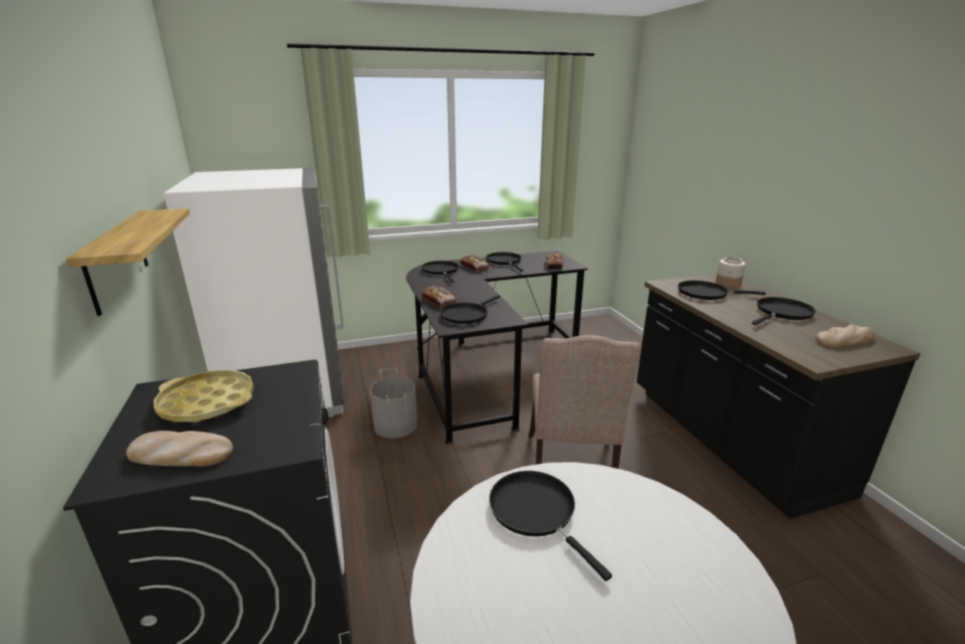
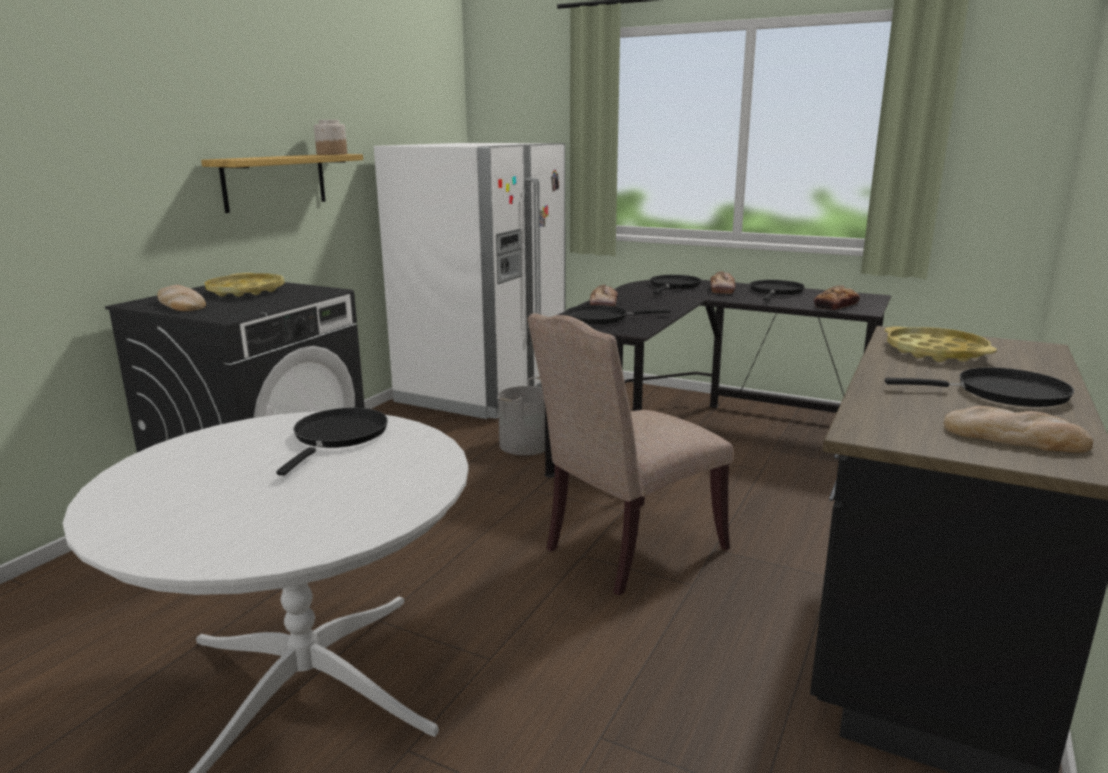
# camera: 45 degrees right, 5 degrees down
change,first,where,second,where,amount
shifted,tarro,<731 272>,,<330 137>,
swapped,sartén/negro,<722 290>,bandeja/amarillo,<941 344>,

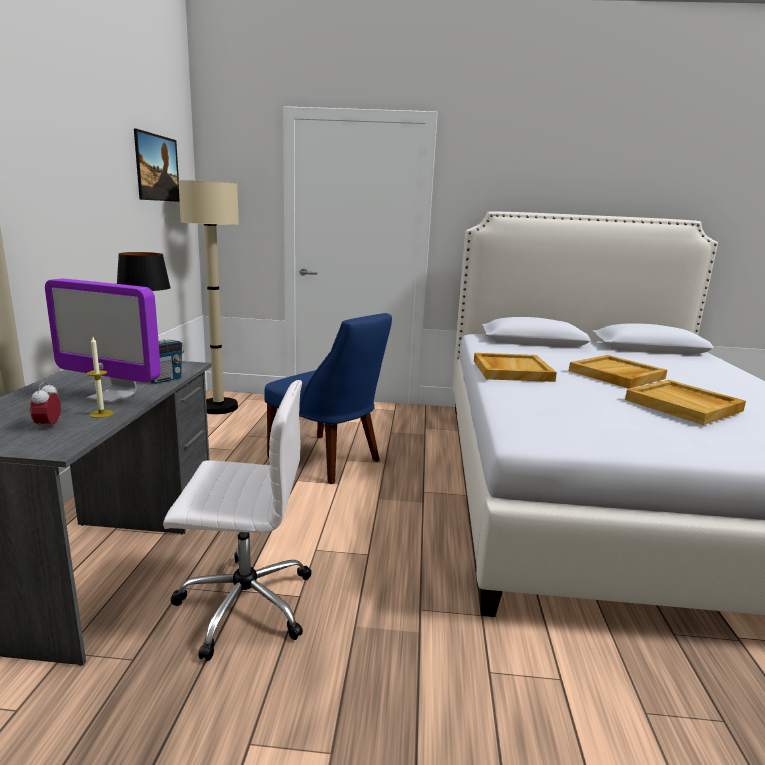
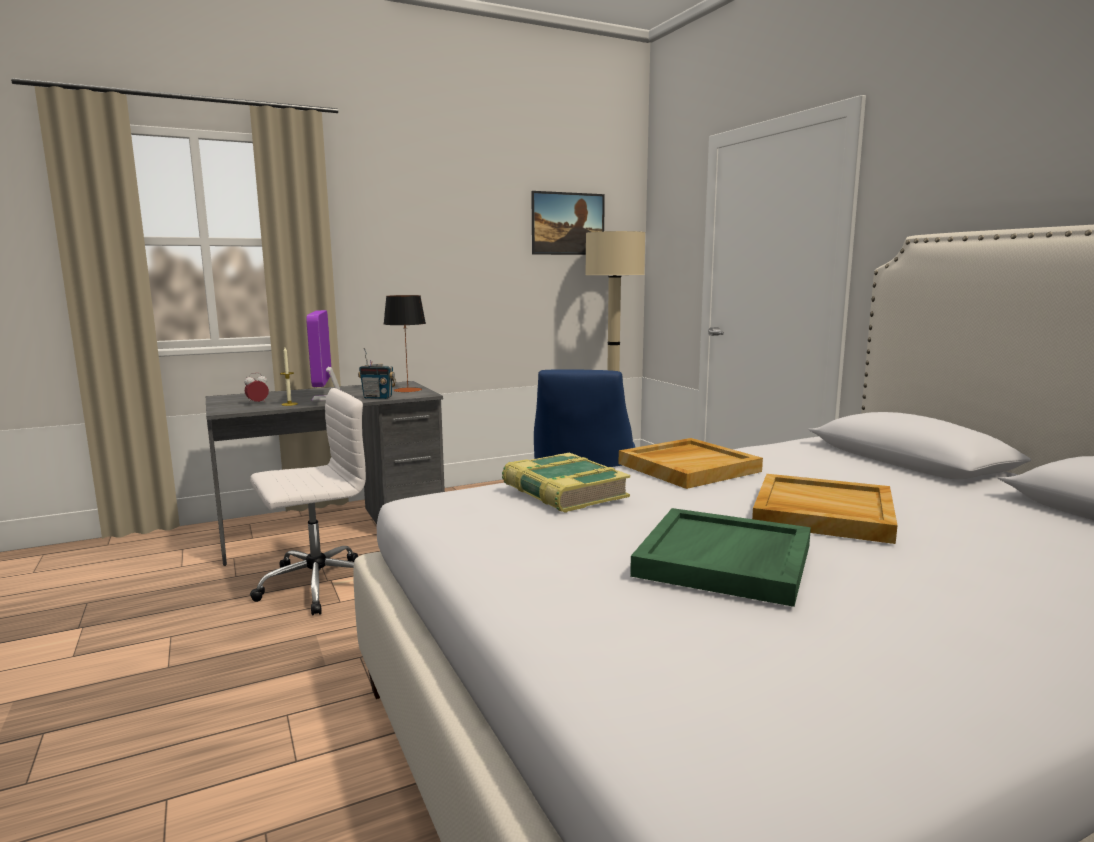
# camera: 60 degrees right, 5 degrees down
change,first,where,second,where,amount
new,,,libro,<566 483>,
repainted,bandeja/beis,<685 402>,bandeja/verde,<720 557>,
rotated,silla de oficina/blanco,<237 520>,,<308 501>,90 degrees counterclockwise

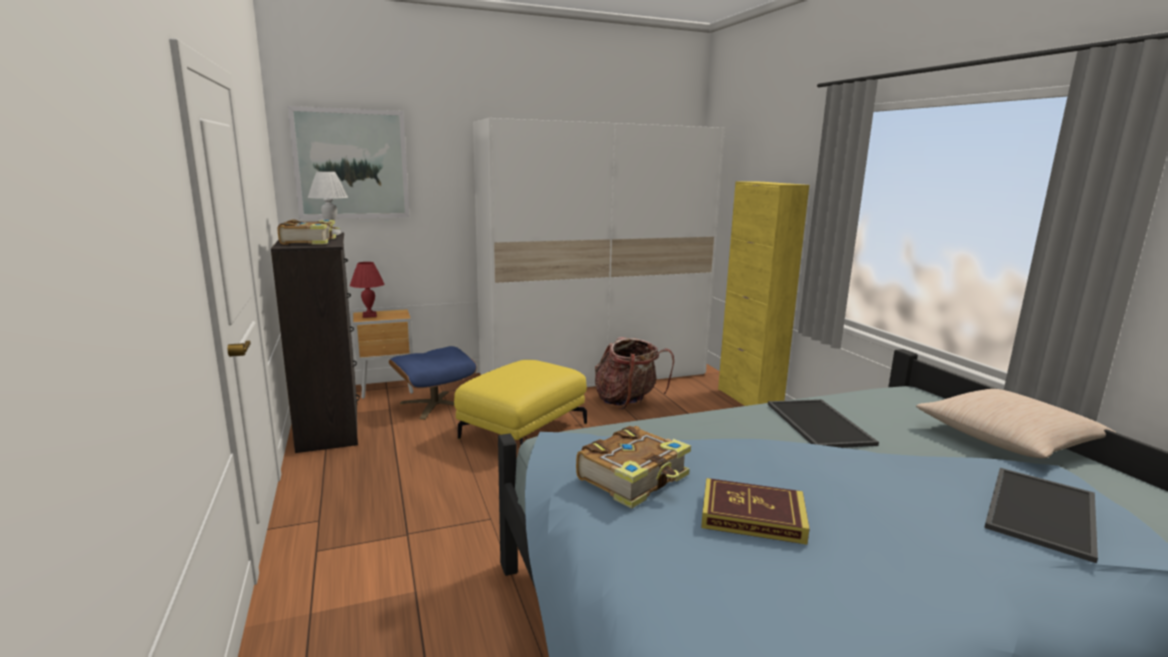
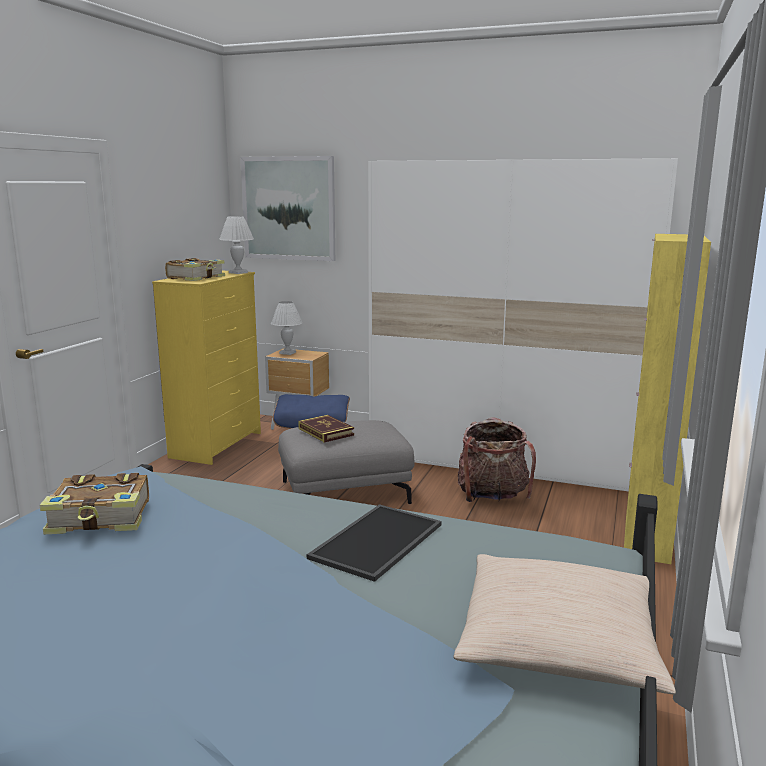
# camera: 40 degrees right, 0 degrees up
change,first,where,second,where,amount
gone,bandeja,<1041 515>,,,
shifted,libro,<755 511>,,<326 429>,
repainted,cómoda/negro,<315 342>,cómoda/amarillo,<206 368>,
repainted,lámpara de mesa/rojo,<367 290>,lámpara de mesa/blanco,<286 328>,
repainted,puf/amarillo,<520 402>,puf/gris,<346 462>,

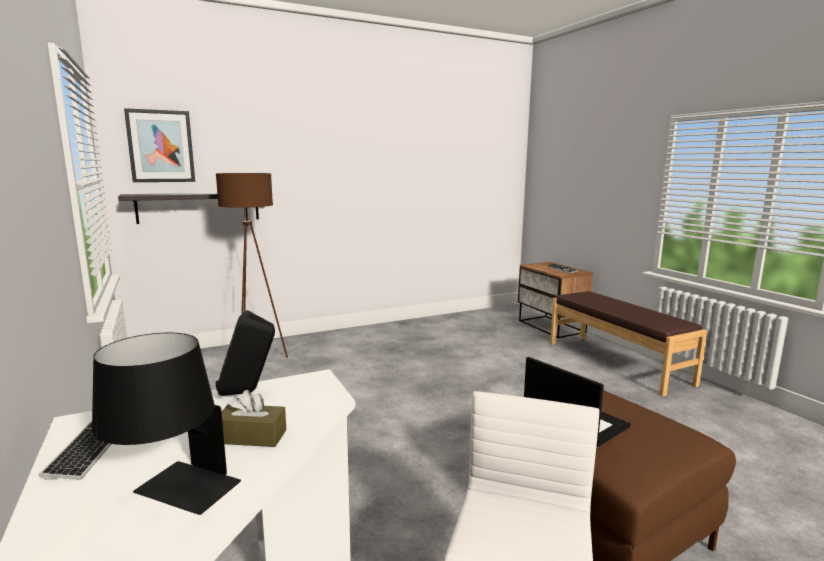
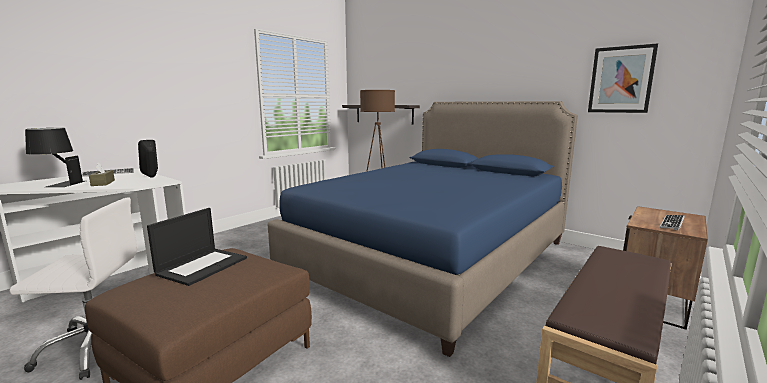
# camera: 65 degrees right, 0 degrees up
change,first,where,second,where,amount
new,,,cama/azul,<423 229>,
shifted,cuadro,<159 145>,,<623 78>,

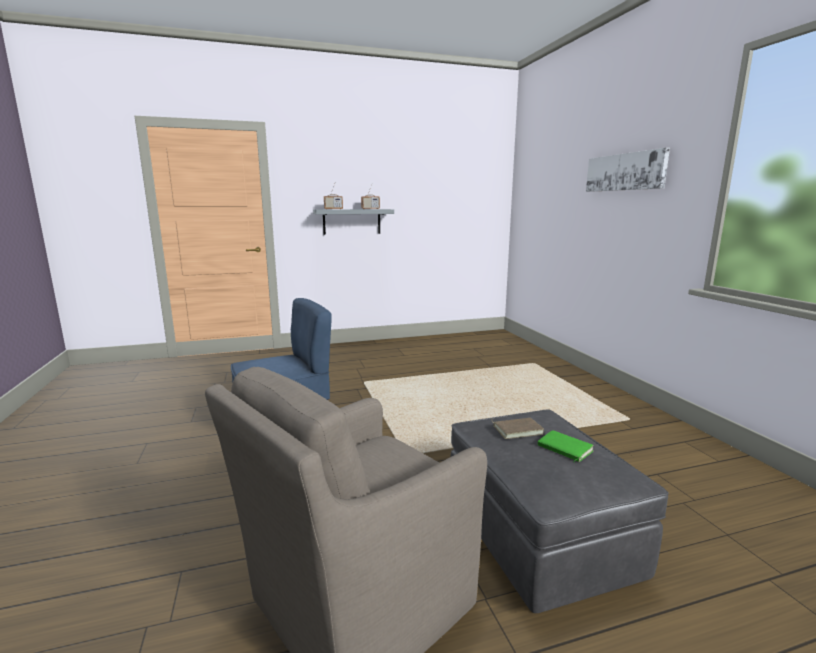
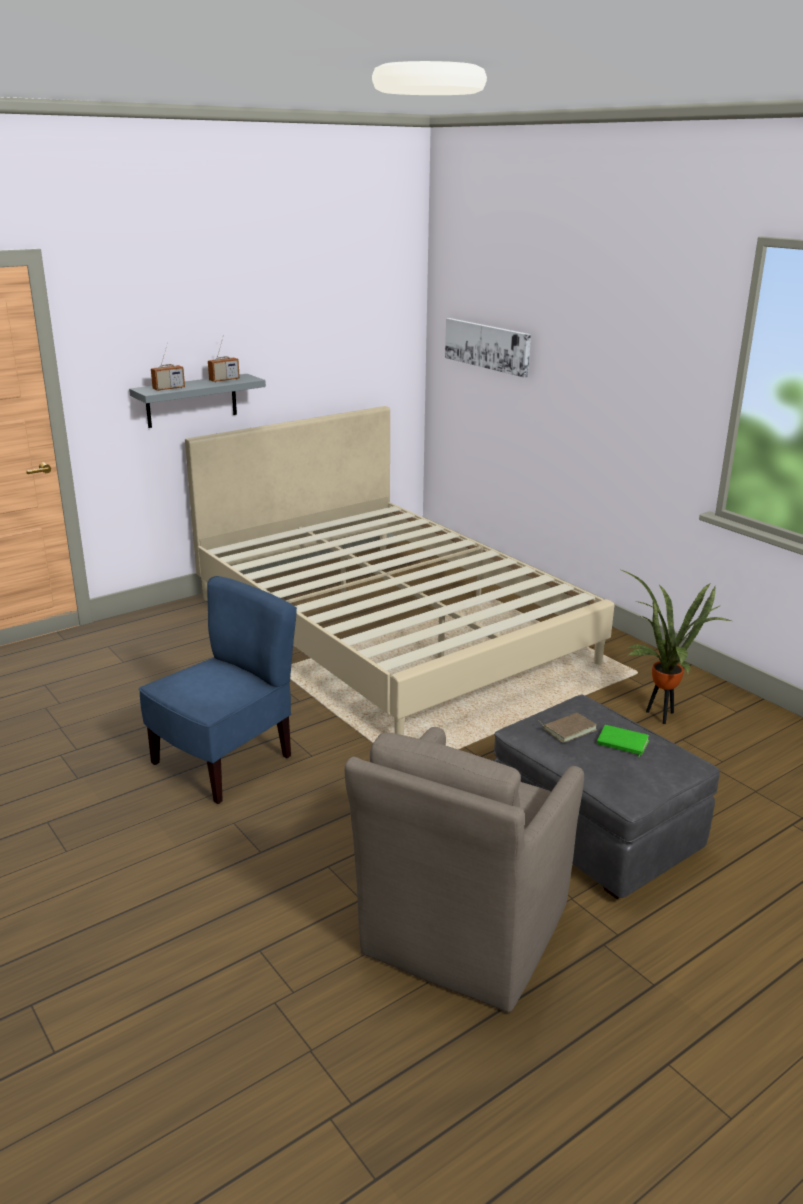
# camera: 20 degrees left, 10 degrees up
change,first,where,second,where,amount
new,,,cama/beis,<399 570>,
new,,,planta en maceta,<676 646>,
shifted,cuadro,<628 170>,,<488 348>,

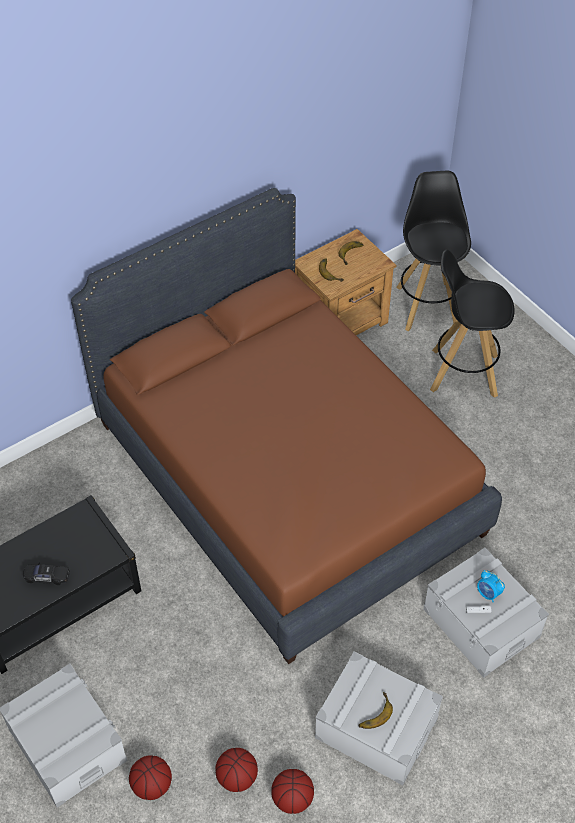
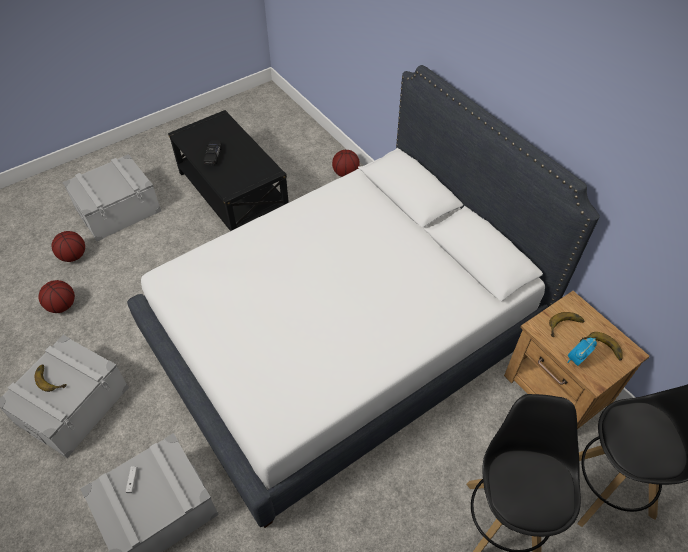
# camera: 90 degrees right, 0 degrees up
change,first,where,second,where,amount
shifted,balón de baloncesto,<292 791>,,<346 163>,
shifted,despertador,<491 586>,,<582 352>,
repainted,cama/marrón,<286 426>,cama/blanco,<363 296>,

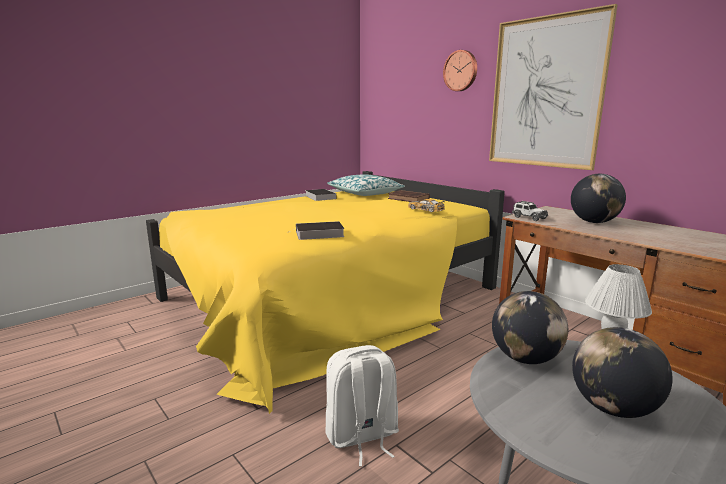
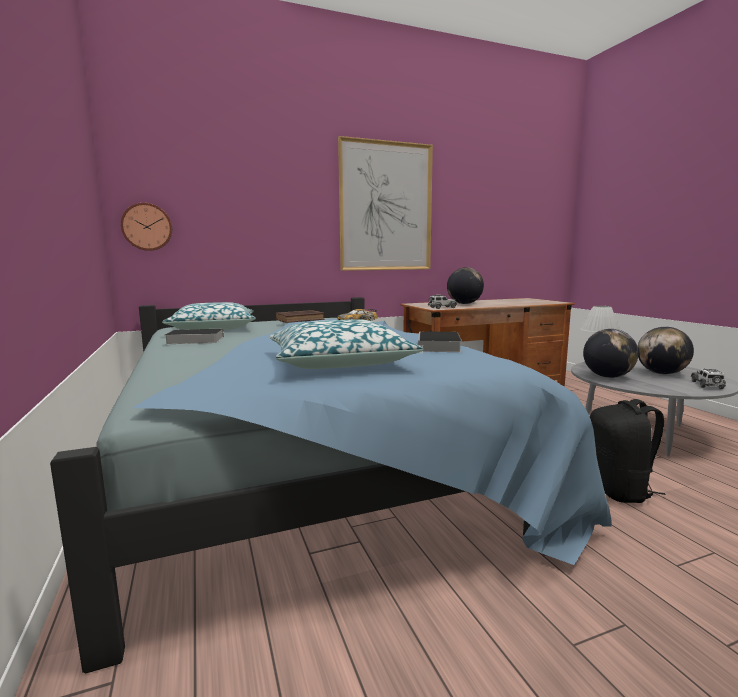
# camera: 70 degrees left, 5 degrees down
change,first,where,second,where,amount
new,,,cojín,<346 344>,
new,,,coche de juguete,<708 378>,
shifted,reloj de pared,<460 70>,,<146 227>,
repainted,cama/amarillo,<325 292>,cama/azul,<331 485>,
repainted,mochila/blanco,<362 406>,mochila/negro,<628 451>,

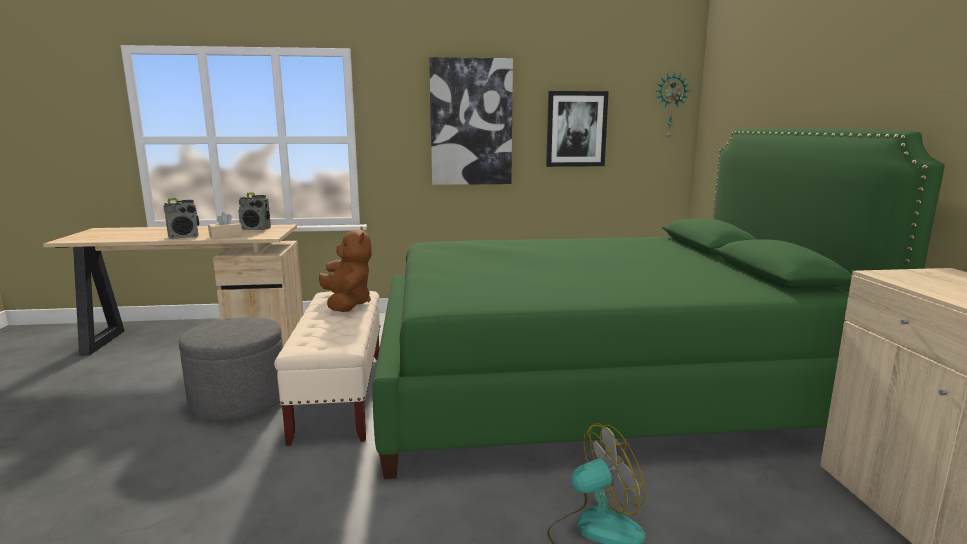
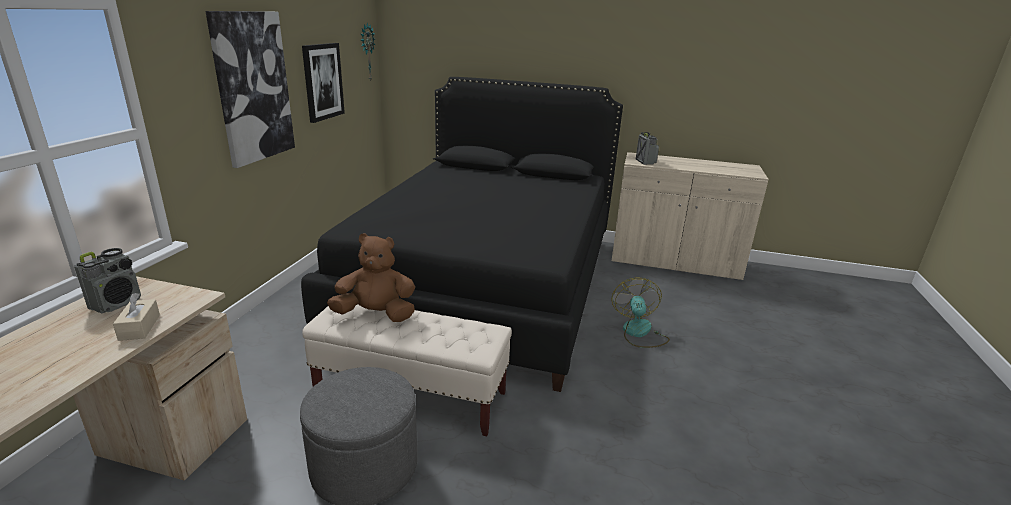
# camera: 70 degrees left, 10 degrees up
change,first,where,second,where,amount
shifted,radio,<181 218>,,<647 148>,
repainted,cama/verde,<658 304>,cama/negro,<462 234>,

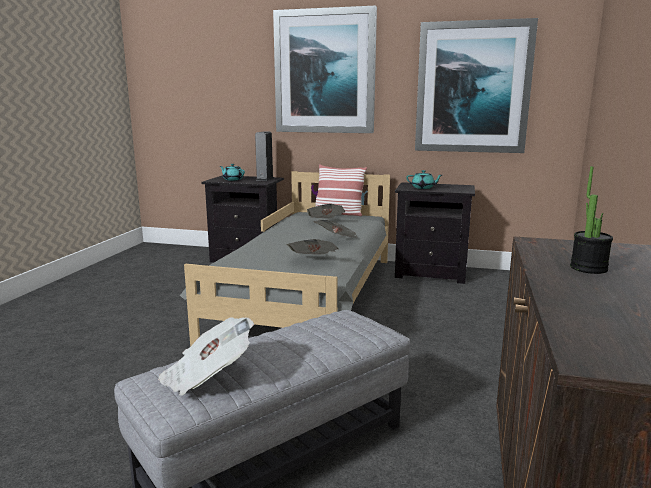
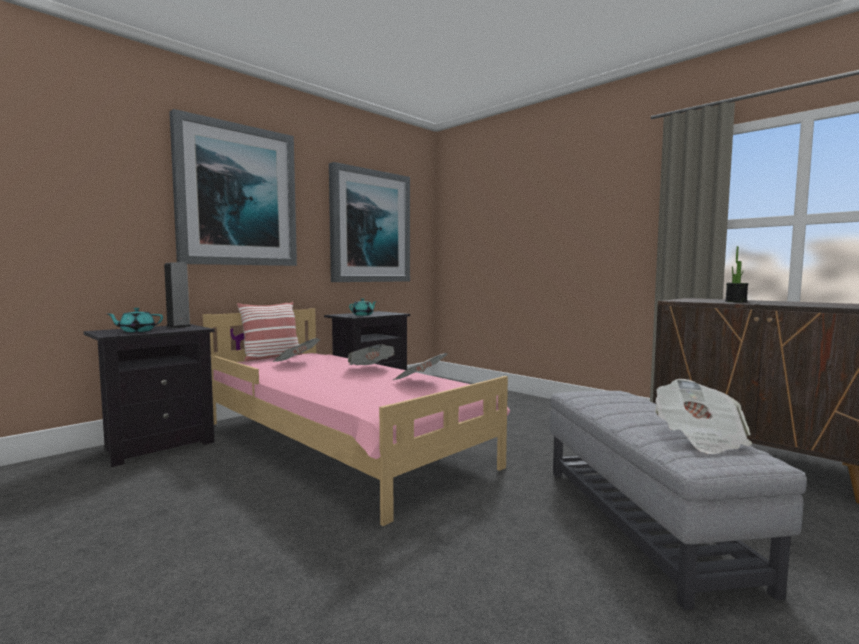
# camera: 60 degrees left, 10 degrees down
change,first,where,second,where,amount
repainted,cama/gris,<285 259>,cama/rosa,<356 417>,

